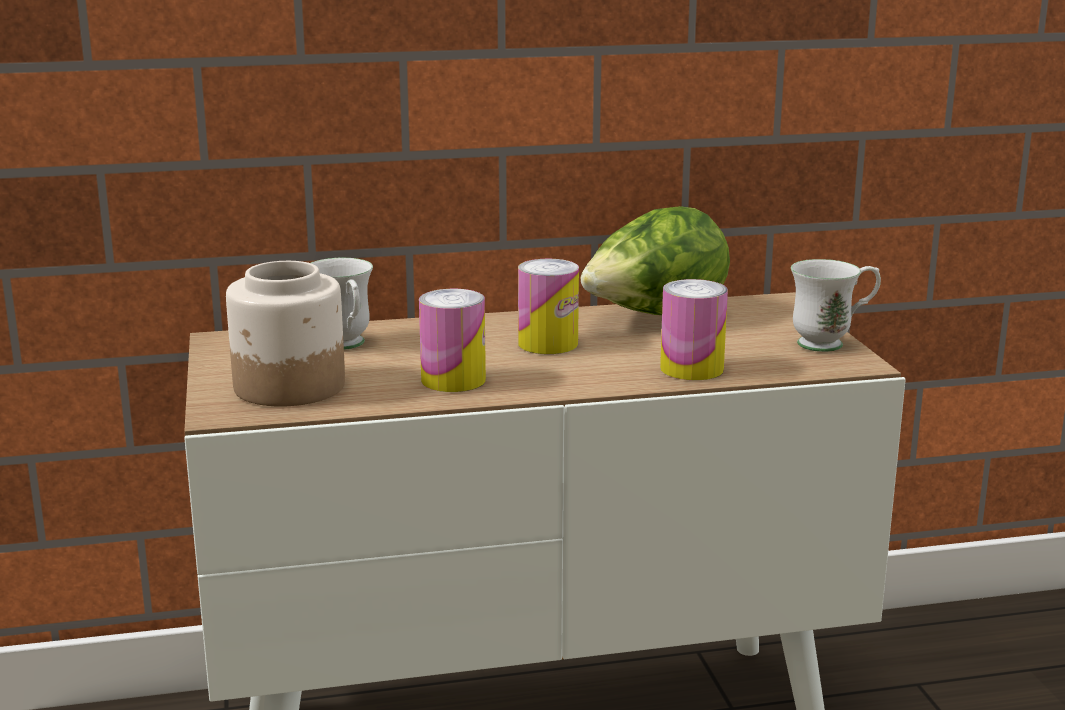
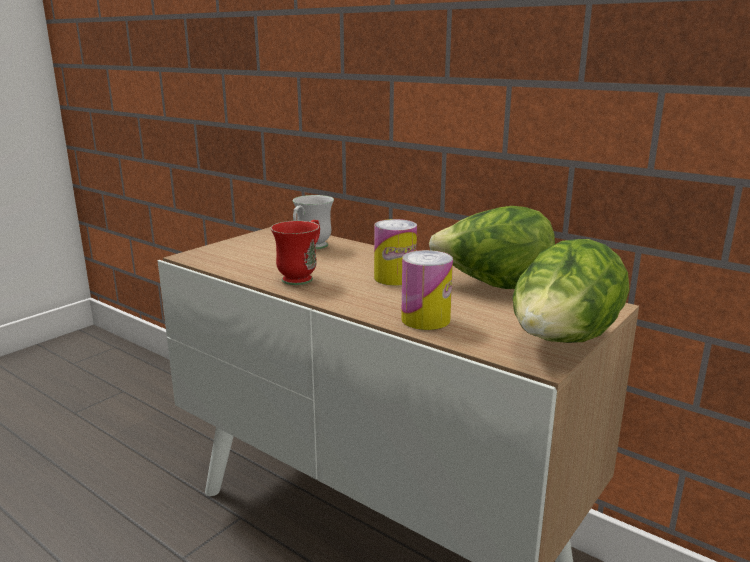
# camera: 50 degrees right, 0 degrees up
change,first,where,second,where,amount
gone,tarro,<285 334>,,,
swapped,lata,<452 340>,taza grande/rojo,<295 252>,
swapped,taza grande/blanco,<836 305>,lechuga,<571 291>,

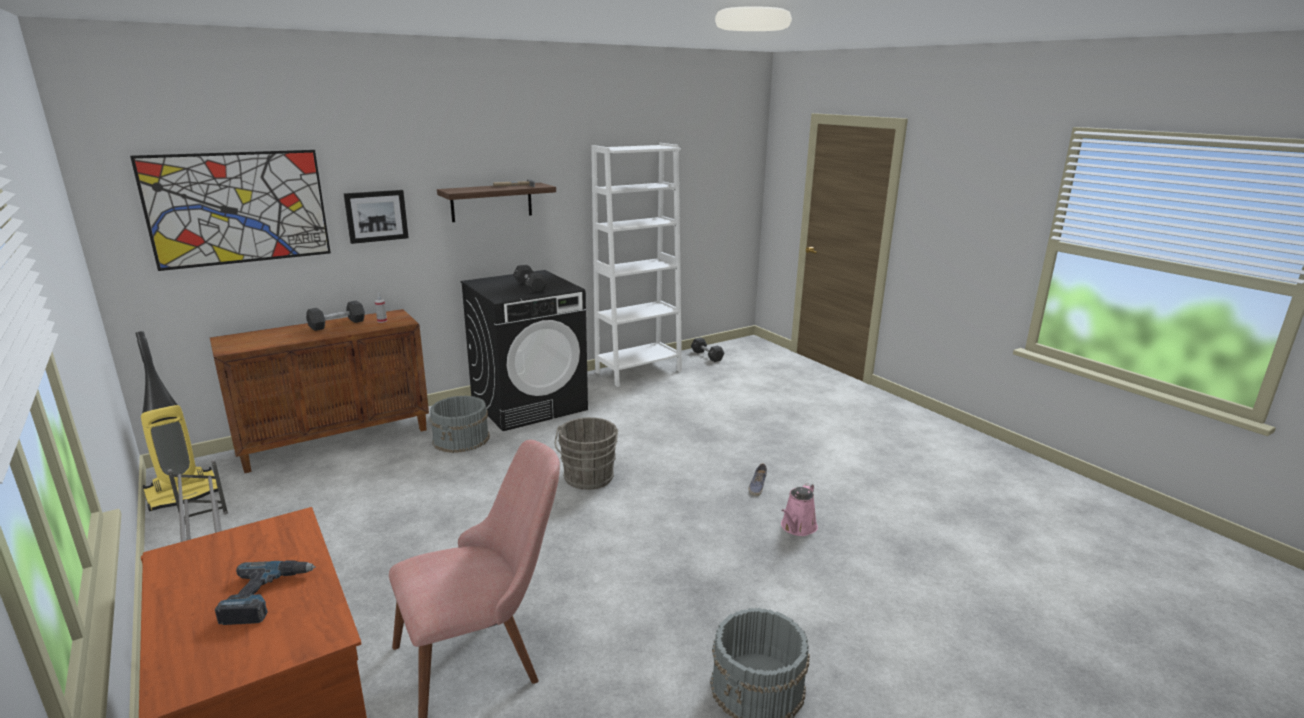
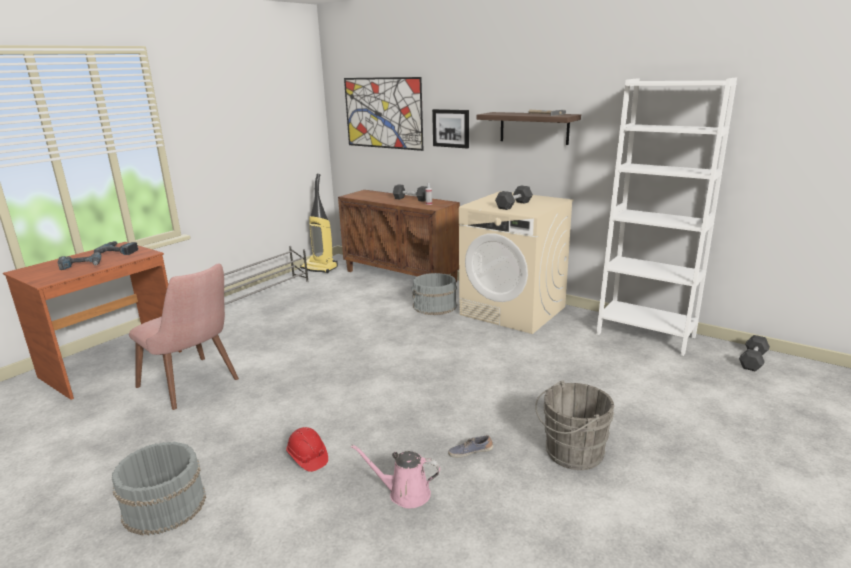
# camera: 70 degrees right, 0 degrees up
change,first,where,second,where,amount
new,,,taladro,<116 248>,
new,,,casco/rojo,<307 449>,
shifted,cubo/gris,<586 453>,,<574 425>,
repainted,lavadora/negro,<524 350>,lavadora/beis,<516 262>,

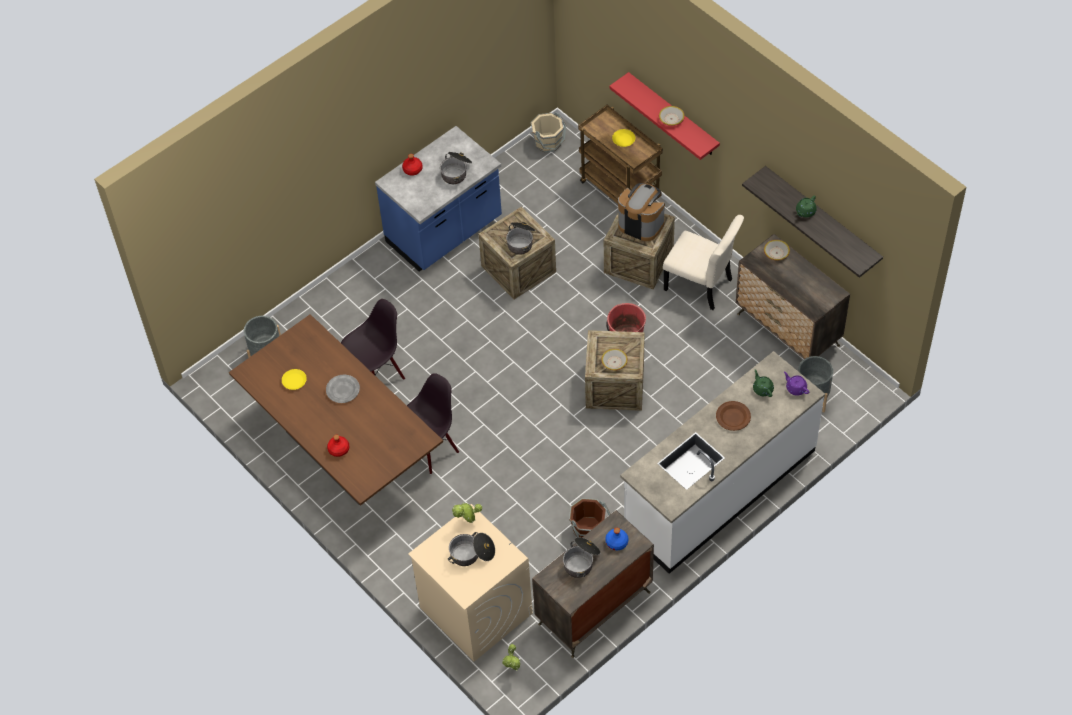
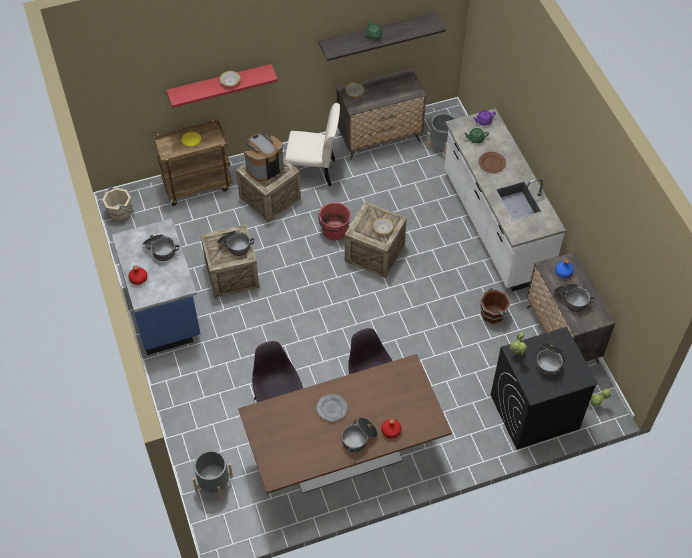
# camera: 70 degrees left, 0 degrees up
change,first,where,second,where,amount
gone,plato/amarillo,<294 379>,,,
new,,,olla,<359 435>,
repainted,lavadora/beis,<470 583>,lavadora/negro,<544 388>,
rotated,silla/beis,<703 262>,,<312 144>,45 degrees clockwise

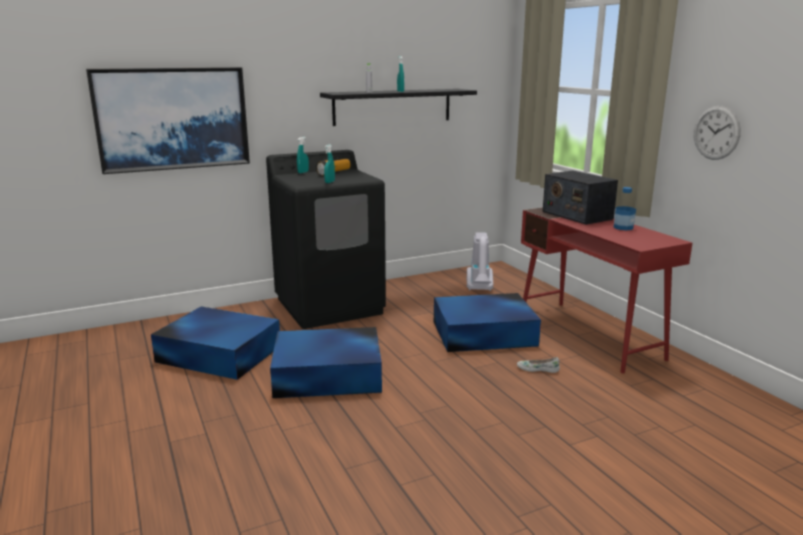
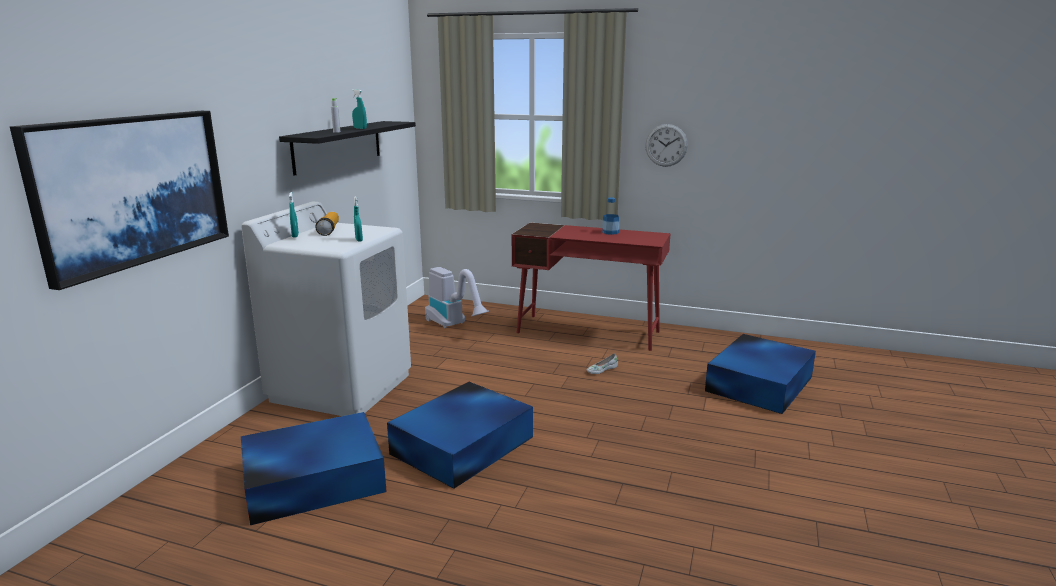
# camera: 45 degrees left, 0 degrees up
change,first,where,second,where,amount
gone,radio,<580 197>,,,
shifted,caja de almacenaje/azul,<487 322>,,<760 374>,
repainted,lavadora/negro,<326 239>,lavadora/blanco,<326 309>,

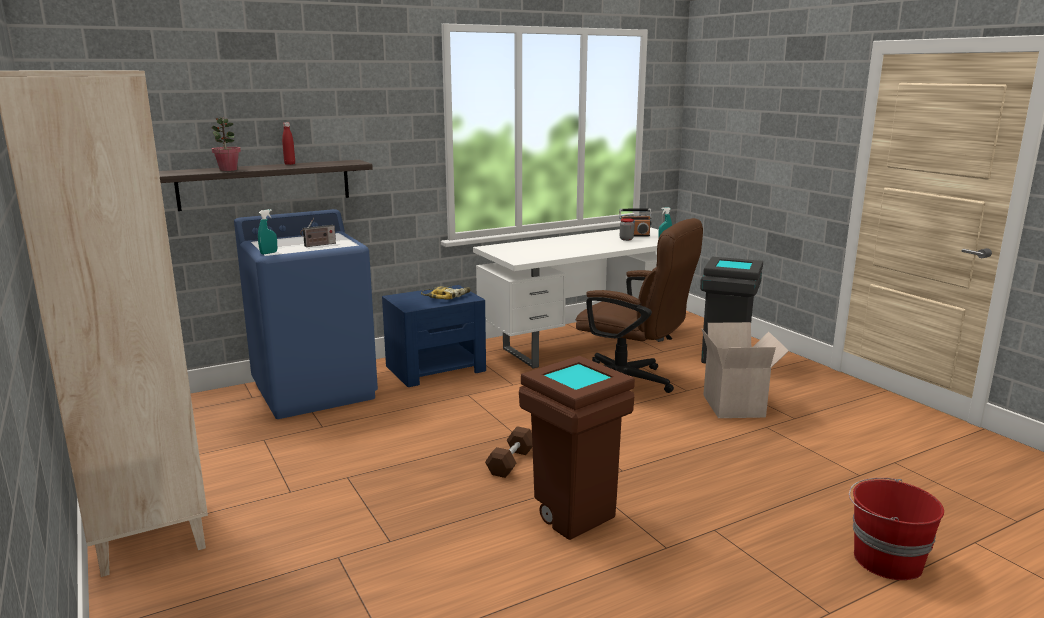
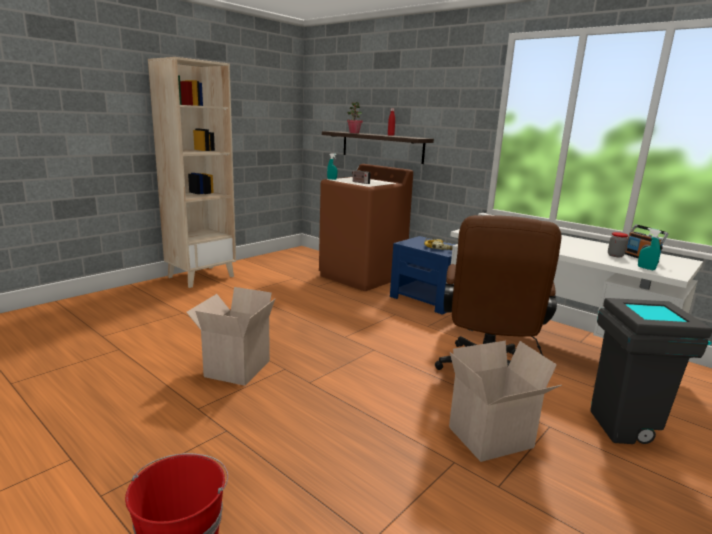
# camera: 70 degrees right, 0 degrees up
change,first,where,second,where,amount
gone,mancuerna/marrón,<508 452>,,,
swapped,papelera/marrón,<577 448>,caja de cartón,<230 336>,
repainted,lavadora/azul,<306 314>,lavadora/marrón,<366 227>,

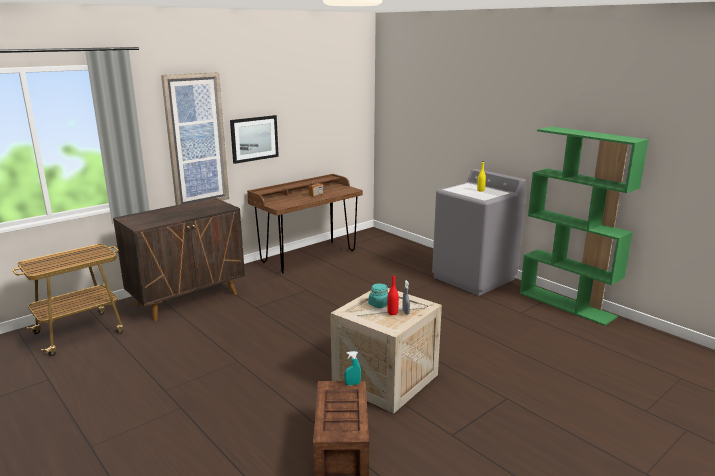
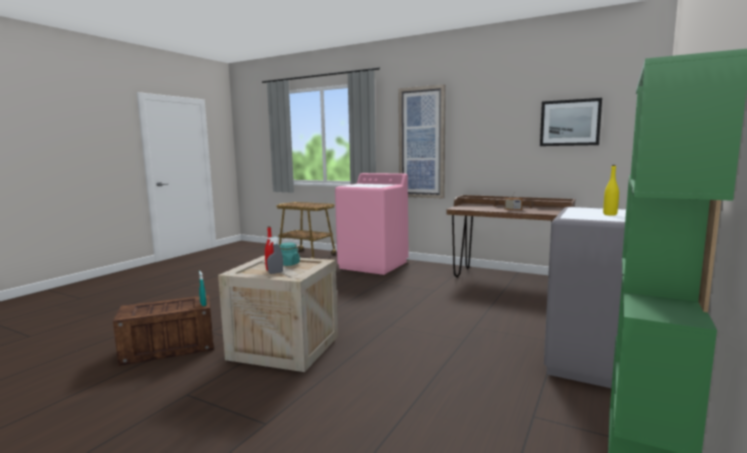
# camera: 70 degrees right, 10 degrees down
change,first,where,second,where,amount
shifted,cuadro,<254 139>,,<571 122>,
swapped,armario/marrón,<179 259>,lavadora/rosa,<372 224>,

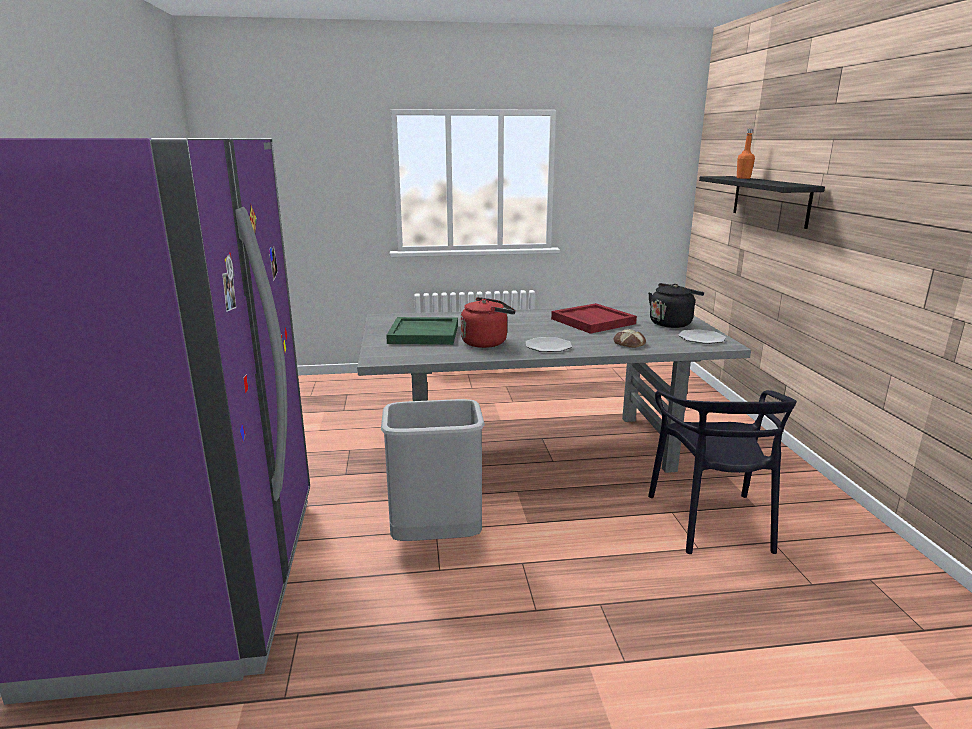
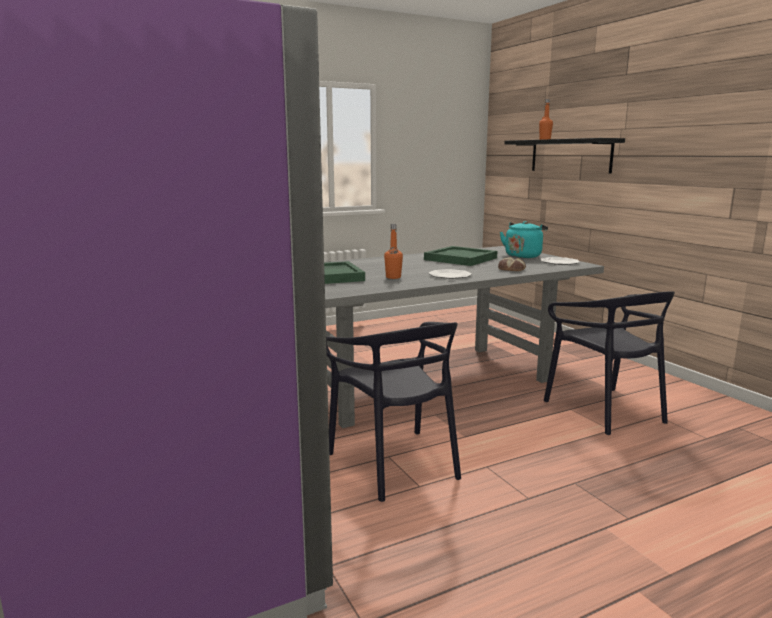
# camera: 20 degrees left, 5 degrees down
change,first,where,second,where,amount
swapped,papelera/gris,<433 470>,silla/negro,<393 412>,
swapped,hervidor/rojo,<488 322>,botella/naranja,<393 251>,
repainted,bandeja/rojo,<594 318>,bandeja/verde,<460 256>,
repainted,hervidor/negro,<676 305>,hervidor/turquesa,<524 239>,

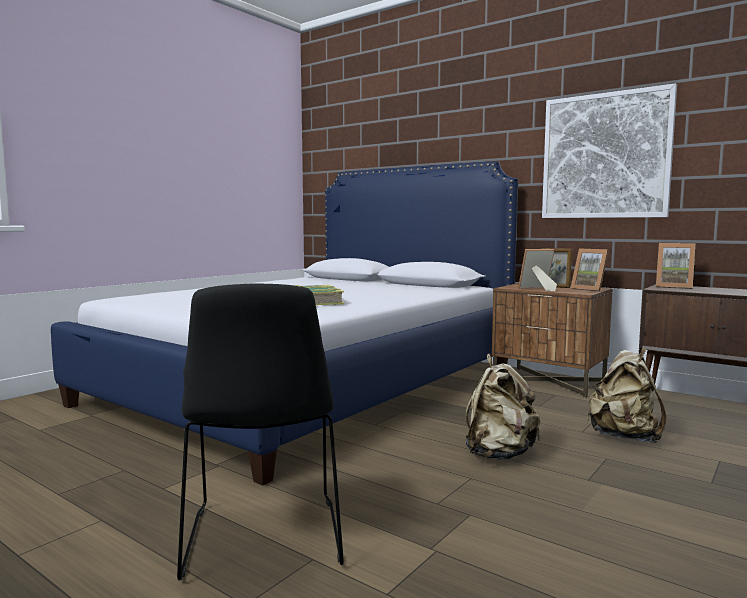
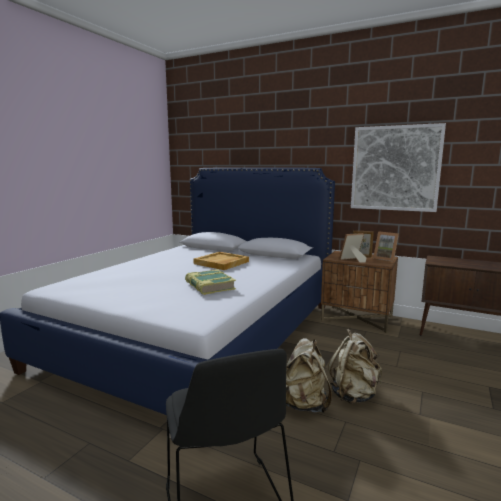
# camera: 10 degrees left, 5 degrees up
change,first,where,second,where,amount
gone,portarretratos,<675 266>,,,
new,,,bandeja/beis,<221 261>,
shifted,mochila/beis,<627 395>,,<309 375>,

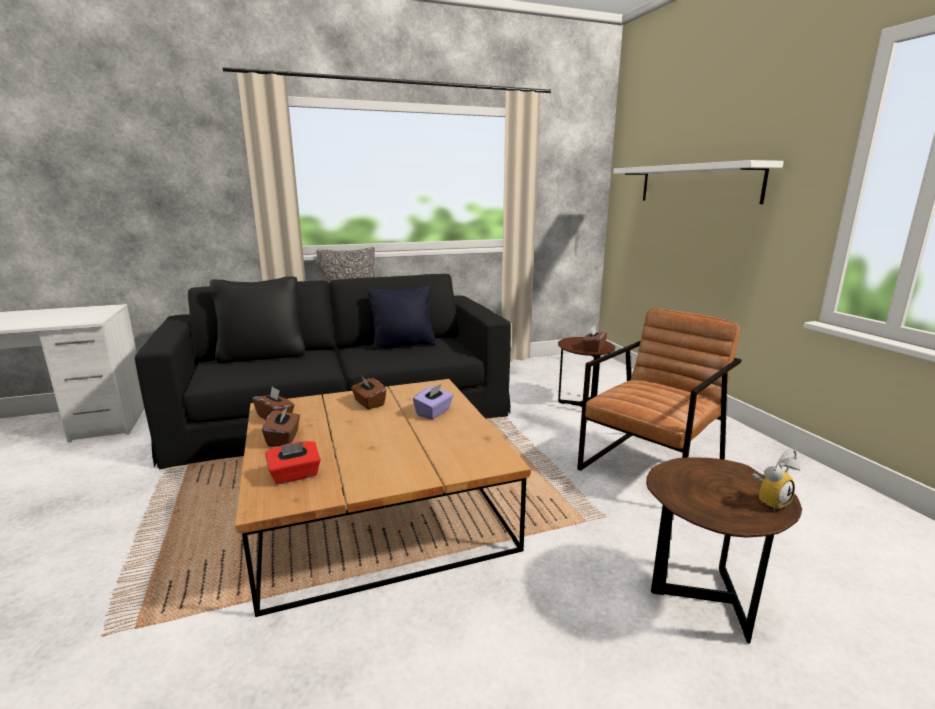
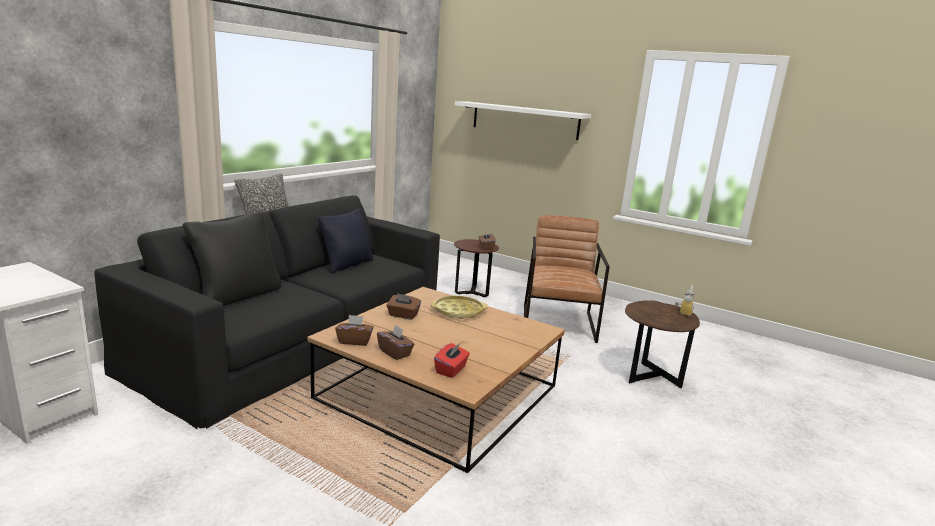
# camera: 40 degrees left, 0 degrees up
change,first,where,second,where,amount
swapped,caja de pañuelos/morado,<433 401>,bandeja/amarillo,<459 307>,

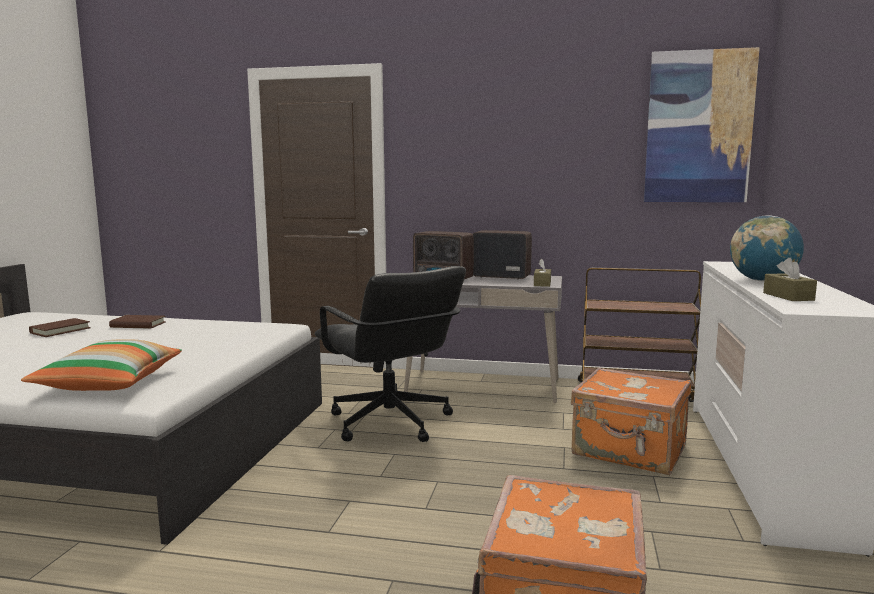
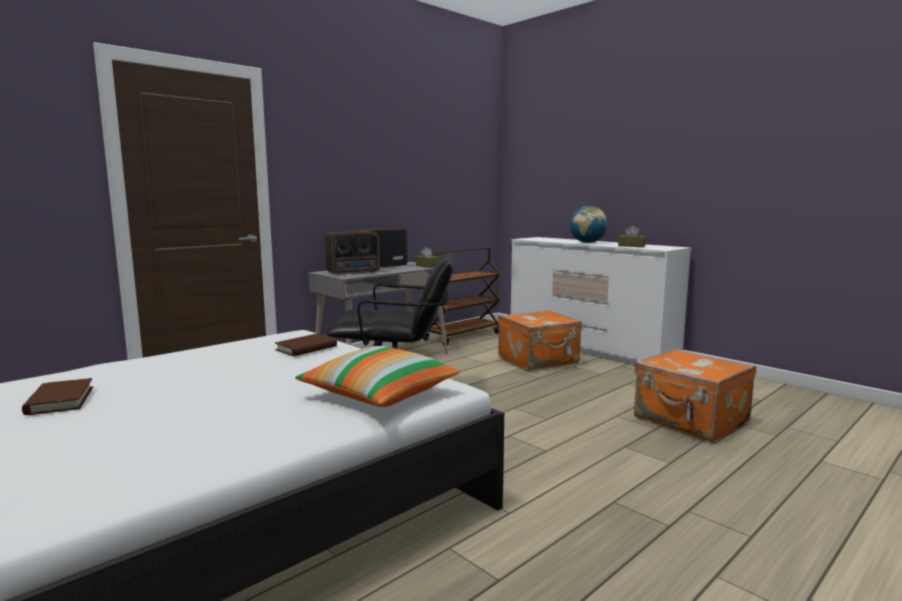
# camera: 55 degrees left, 0 degrees up
change,first,where,second,where,amount
gone,cuadro,<702 124>,,,
shifted,libro/marrón,<137 322>,,<306 345>,

